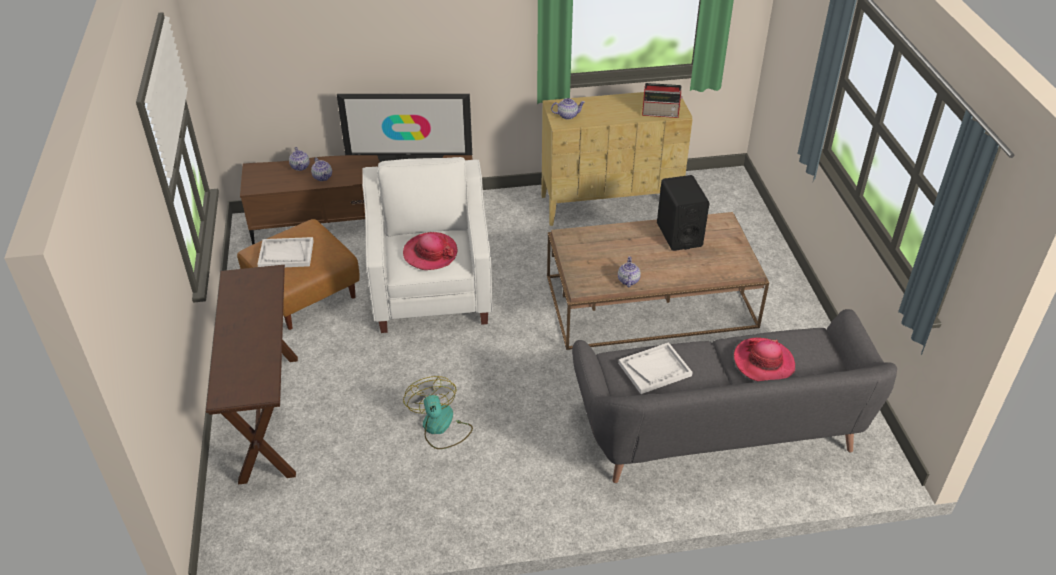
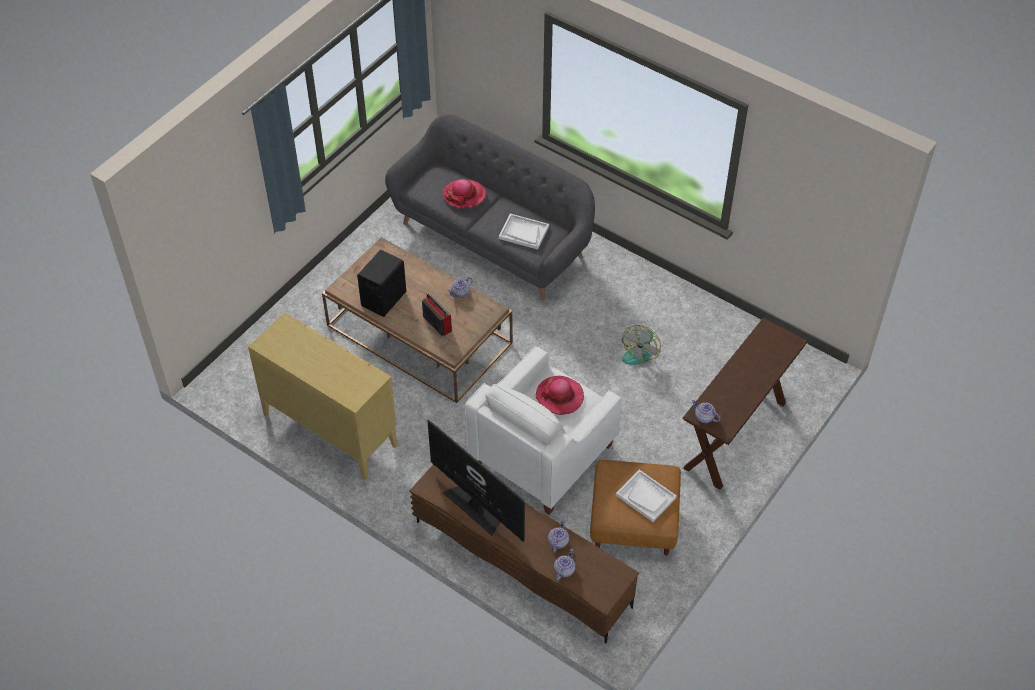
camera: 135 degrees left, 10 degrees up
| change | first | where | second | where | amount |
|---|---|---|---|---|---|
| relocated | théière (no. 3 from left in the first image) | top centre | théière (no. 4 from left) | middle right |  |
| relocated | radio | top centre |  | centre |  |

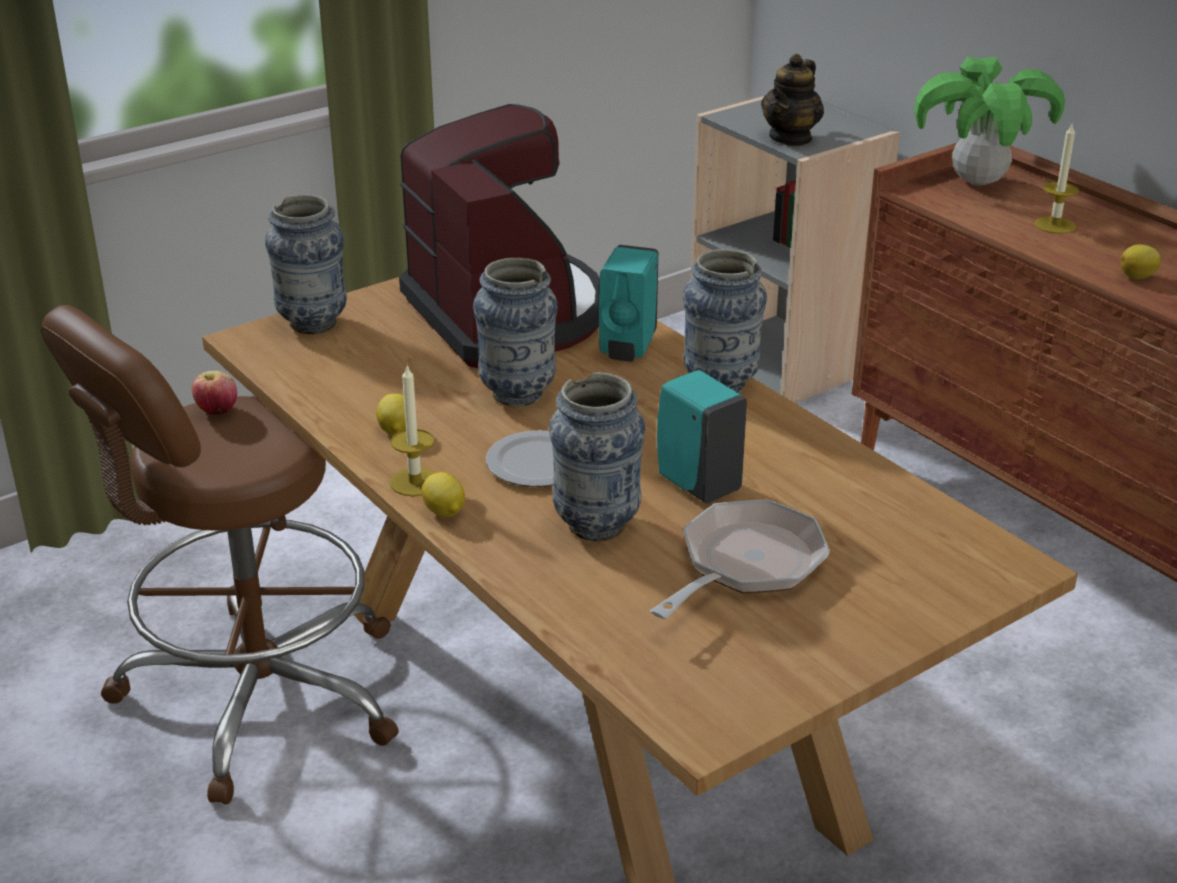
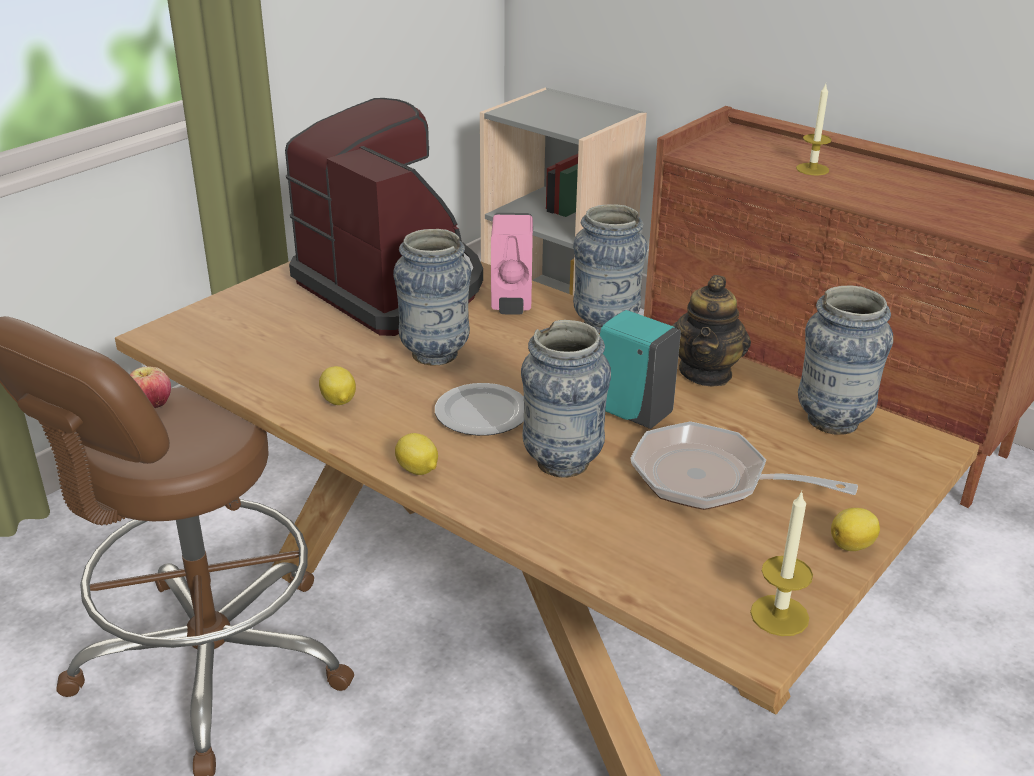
camera: 15 degrees left, 0 degrees up
| change | first | where | second | where | amount |
|---|---|---|---|---|---|
| missing | plante en pot | top right |  |  |  |
| relocated | vase (no. 1 from left in the first image) | top left | vase (no. 4 from left) | middle right |  |
| relocated | bougie (no. 1 from left) | centre |  | bottom right |  |
| relocated | théière | top right |  | middle right |  |
| relocated | citron (no. 3 from left) | top right |  | bottom right |  |
| colour | distributeur de savon [turquoise] (no. 1 from left) | centre | distributeur de savon [rose] | centre |  |
| spun | poêle | centre |  | middle right | 90 degrees counterclockwise |

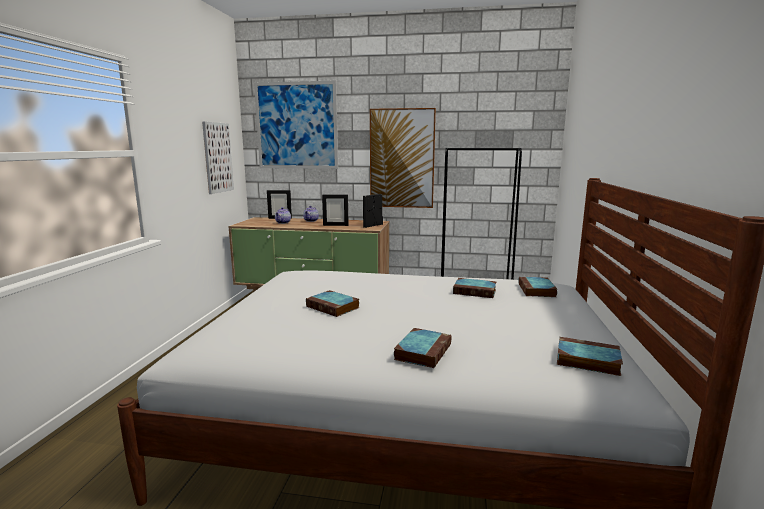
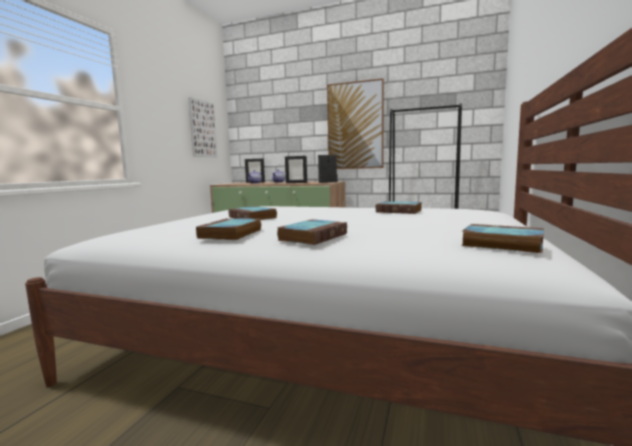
camera: 10 degrees right, 5 degrees down
| change | first | where | second | where | amount |
|---|---|---|---|---|---|
| missing | tableau (no. 2 from left) | top centre |  |  |  |
| relocated | livre (no. 4 from left in the first image) | middle right | livre (no. 1 from left) | centre |  |

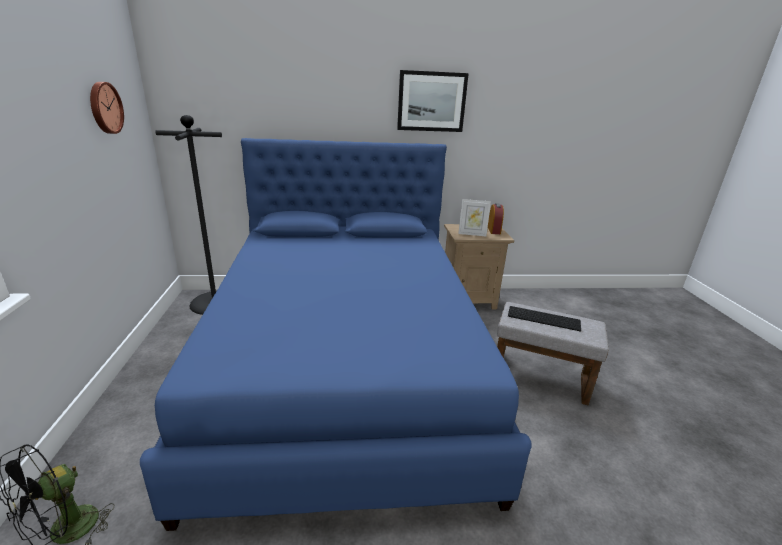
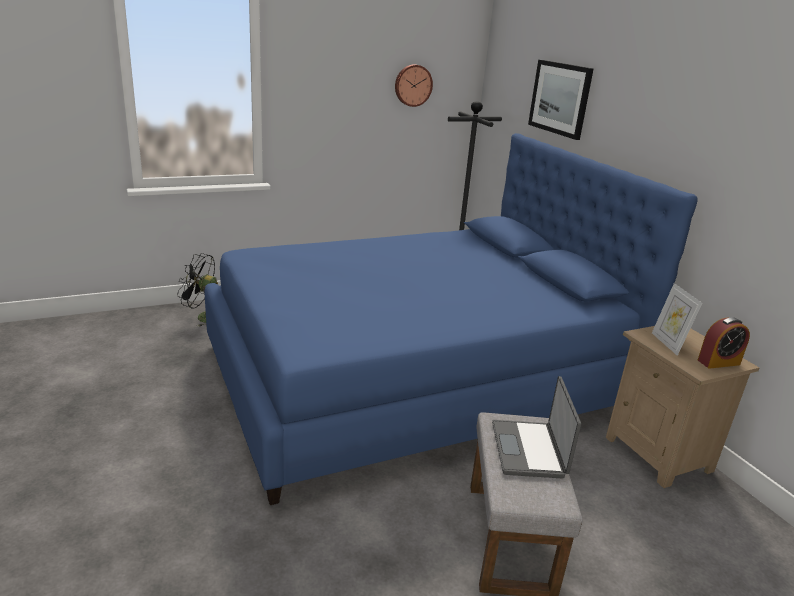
camera: 70 degrees right, 0 degrees up
| change | first | where | second | where | amount |
|---|---|---|---|---|---|
| relocated | tableau | top centre |  | top right |  |
| exchanged | clavier | middle right | ordinateur portable | bottom right |  |

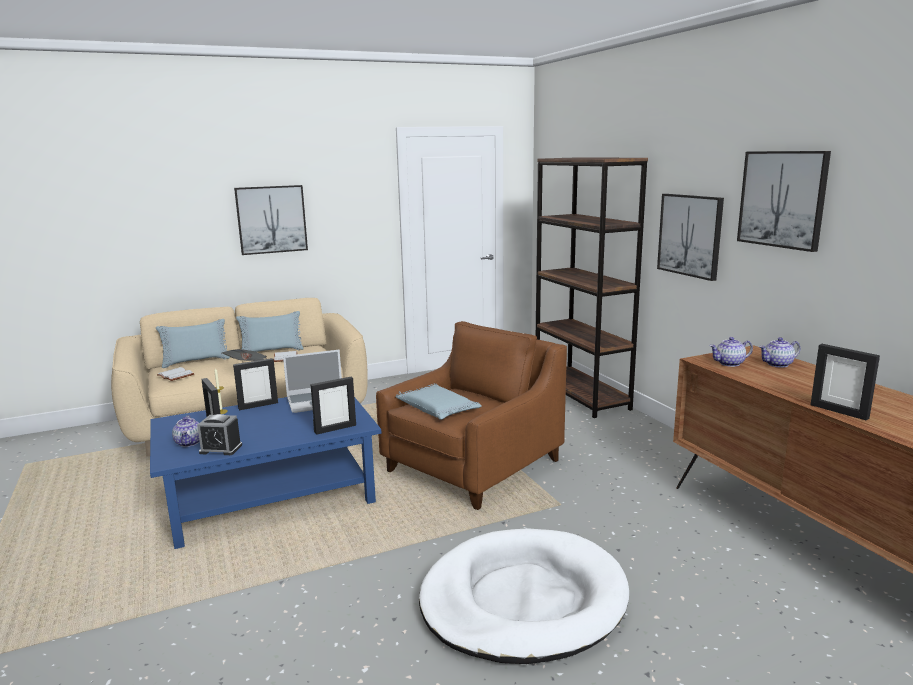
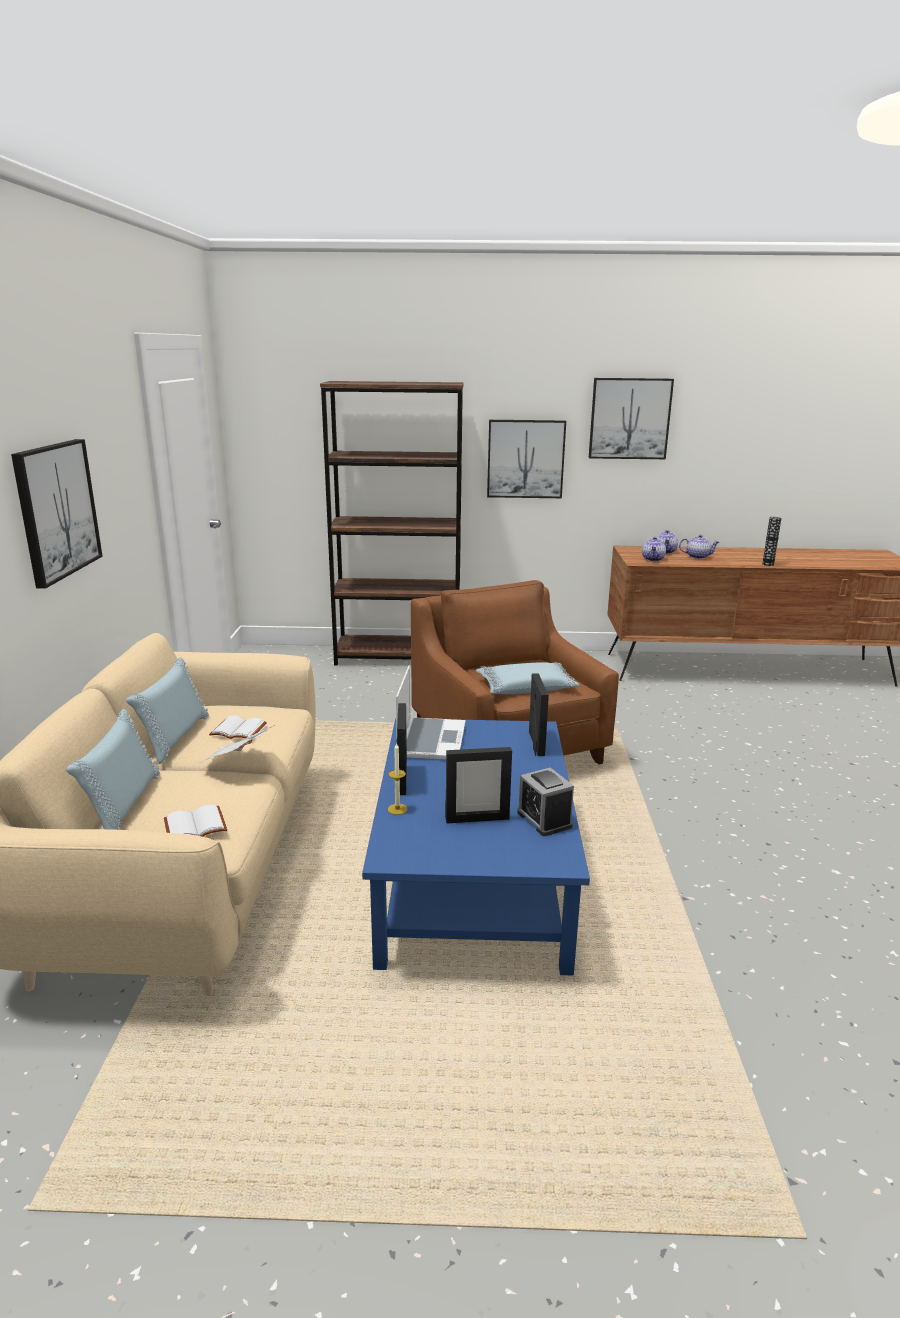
camera: 65 degrees left, 5 degrees up
| change | first | where | second | where | amount |
|---|---|---|---|---|---|
| missing | panier pour chien [blanc] | bottom centre |  |  |  |
| relocated | théière (no. 1 from left in the first image) | middle left | théière (no. 3 from left) | middle right |  |
| exchanged | cadre photo (no. 4 from left) | middle right | vase | middle right |  |
| spun | réveil | middle left |  | centre | 120 degrees clockwise |

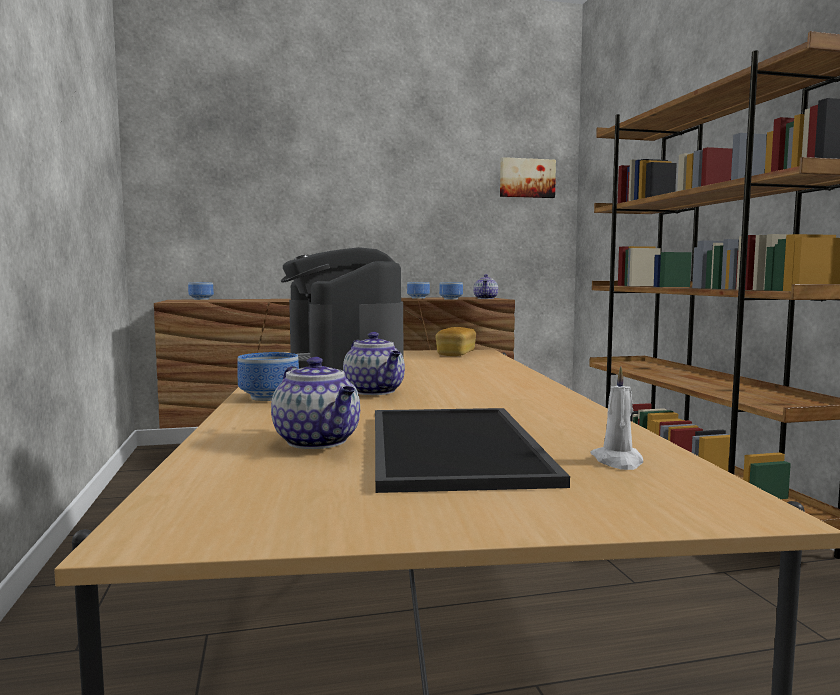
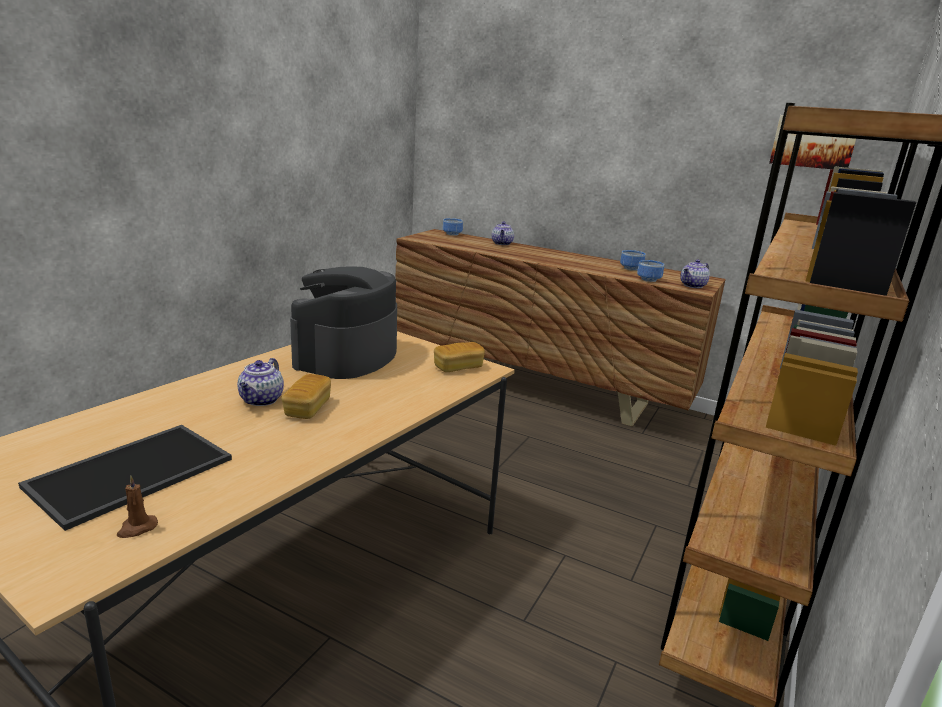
camera: 40 degrees right, 15 degrees up
| change | first | where | second | where | amount |
|---|---|---|---|---|---|
| missing | bol (no. 2 from left) | middle left |  |  |  |
| appeared |  |  | pain (no. 1 from left) | middle left |  |
| relocated | théière (no. 1 from left in the first image) | centre | théière (no. 2 from left) | top centre |  |
| colour | bougie [blanc] | middle right | bougie [marron] | bottom left |  |

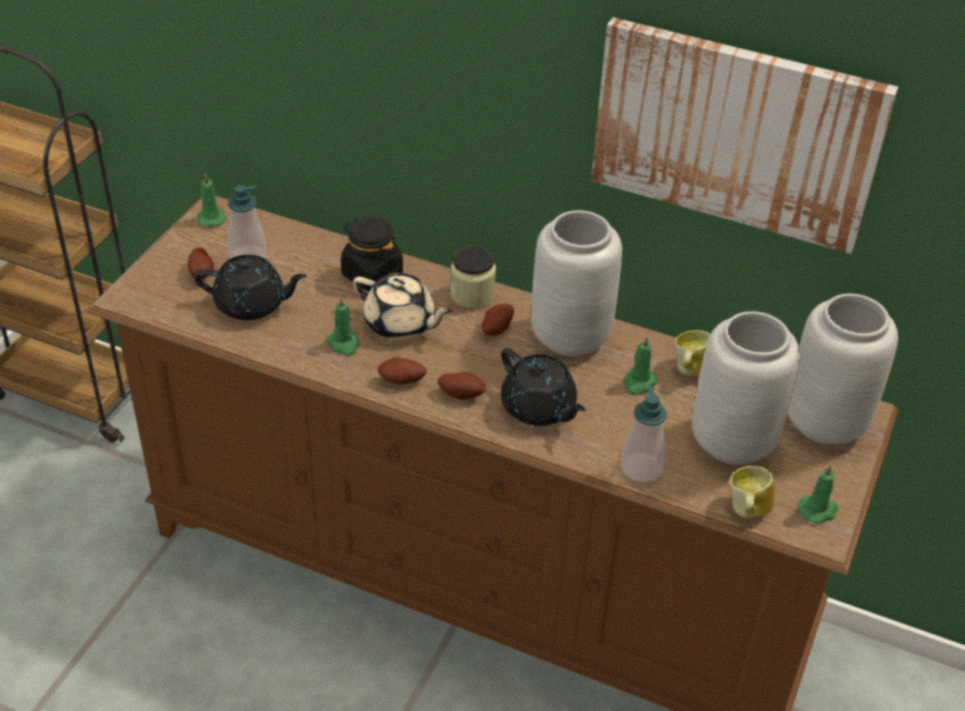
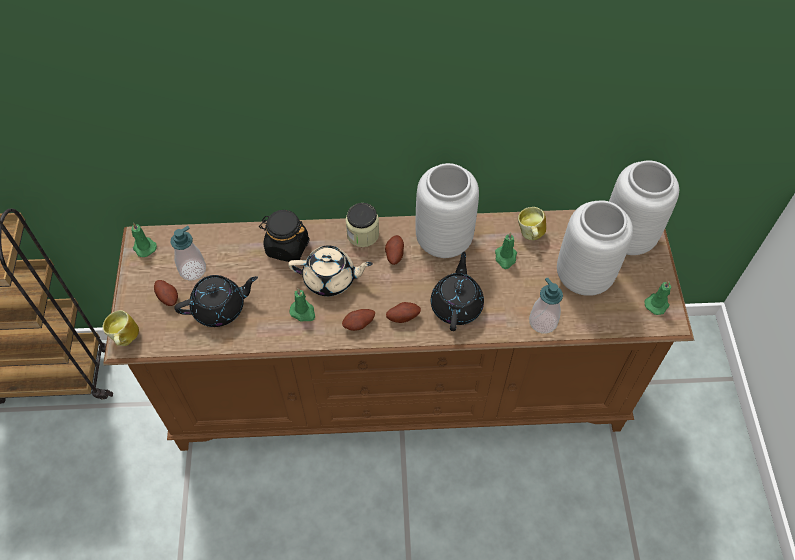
camera: 25 degrees left, 15 degrees up
| change | first | where | second | where | amount |
|---|---|---|---|---|---|
| missing | tableau | top right |  |  |  |
| relocated | mug (no. 2 from left in the first image) | bottom right | mug (no. 1 from left) | middle left |  |
| spun | théière [noir] (no. 2 from left) | centre |  | centre | 105 degrees counterclockwise |

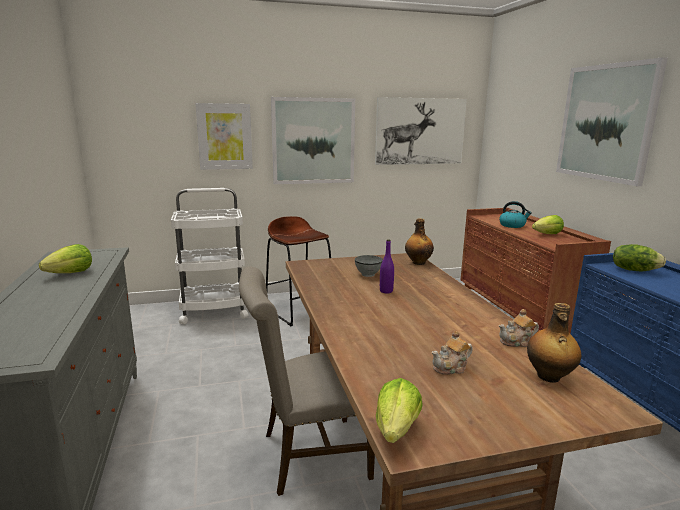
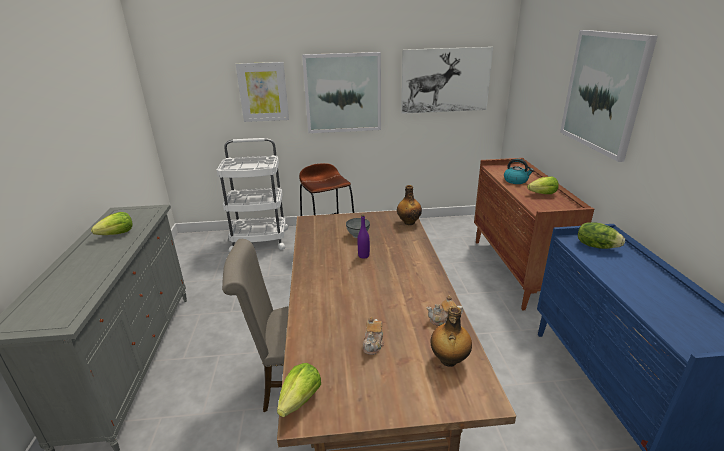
camera: 10 degrees right, 10 degrees up
| change | first | where | second | where | amount |
|---|---|---|---|---|---|
| spun | théière (no. 1 from left) | bottom centre |  | bottom centre | 60 degrees counterclockwise |

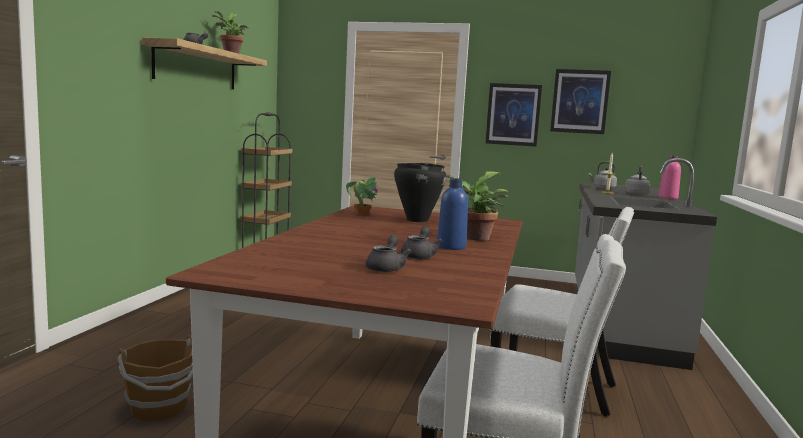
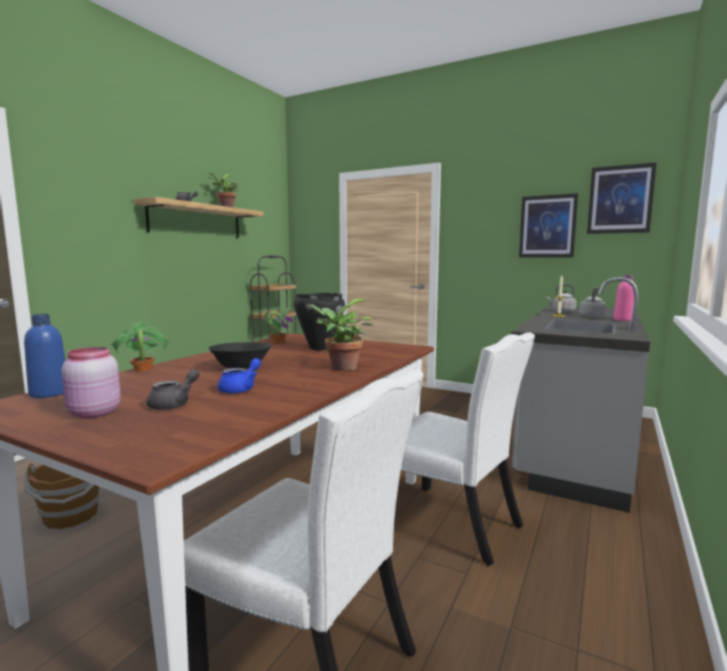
camera: 15 degrees right, 0 degrees up
| change | first | where | second | where | amount |
|---|---|---|---|---|---|
| appeared |  |  | bocal [rose] | middle left |  |
| appeared |  |  | plante en pot (no. 1 from left) | middle left |  |
| appeared |  |  | bol [noir] | middle left |  |
| relocated | bouteille [bleu] | centre |  | middle left |  |
| relocated | tableau (no. 1 from left in the first image) | top centre | tableau (no. 2 from left) | top right |  |
| colour | théière [gris] (no. 3 from left) | centre | théière [bleu] | middle left |  |

